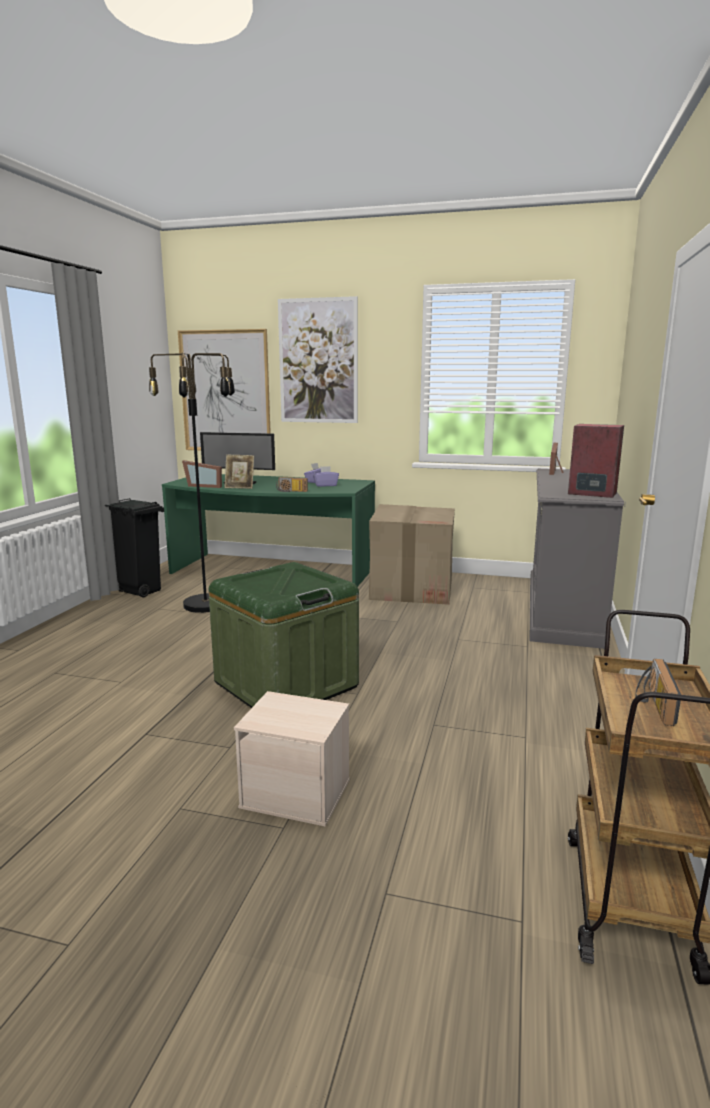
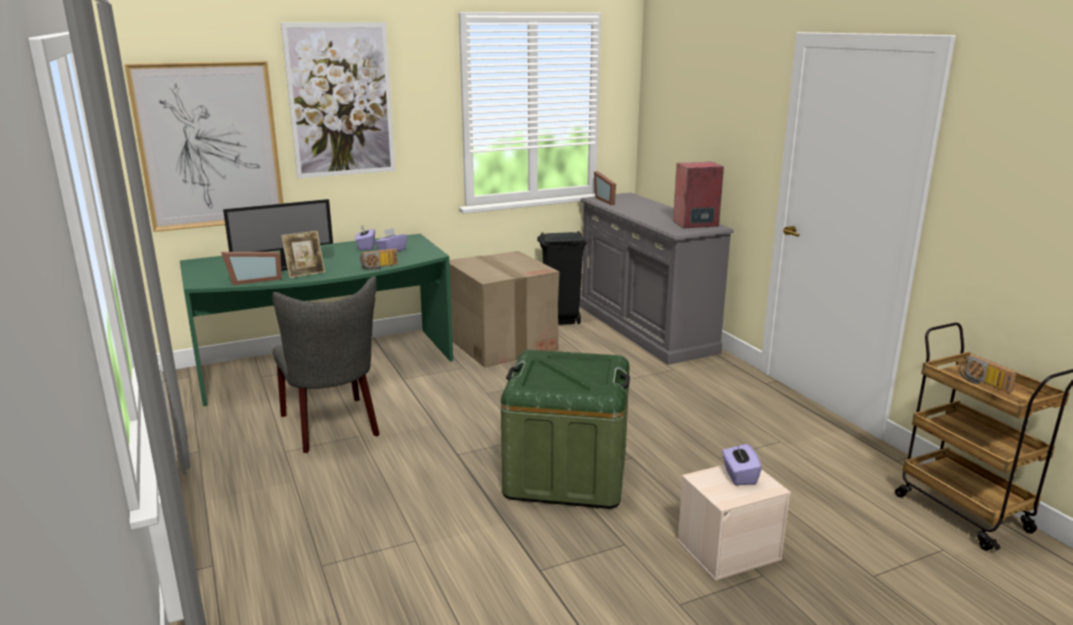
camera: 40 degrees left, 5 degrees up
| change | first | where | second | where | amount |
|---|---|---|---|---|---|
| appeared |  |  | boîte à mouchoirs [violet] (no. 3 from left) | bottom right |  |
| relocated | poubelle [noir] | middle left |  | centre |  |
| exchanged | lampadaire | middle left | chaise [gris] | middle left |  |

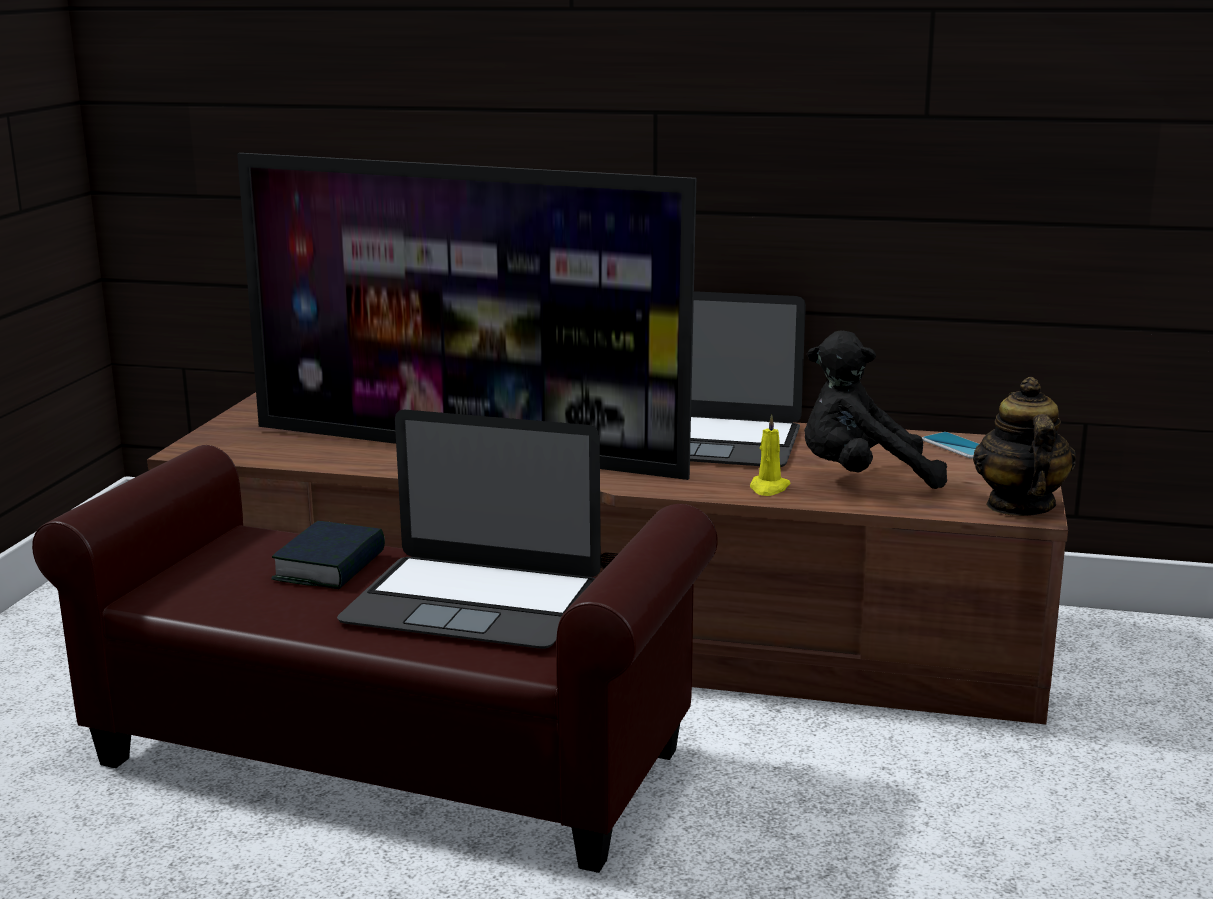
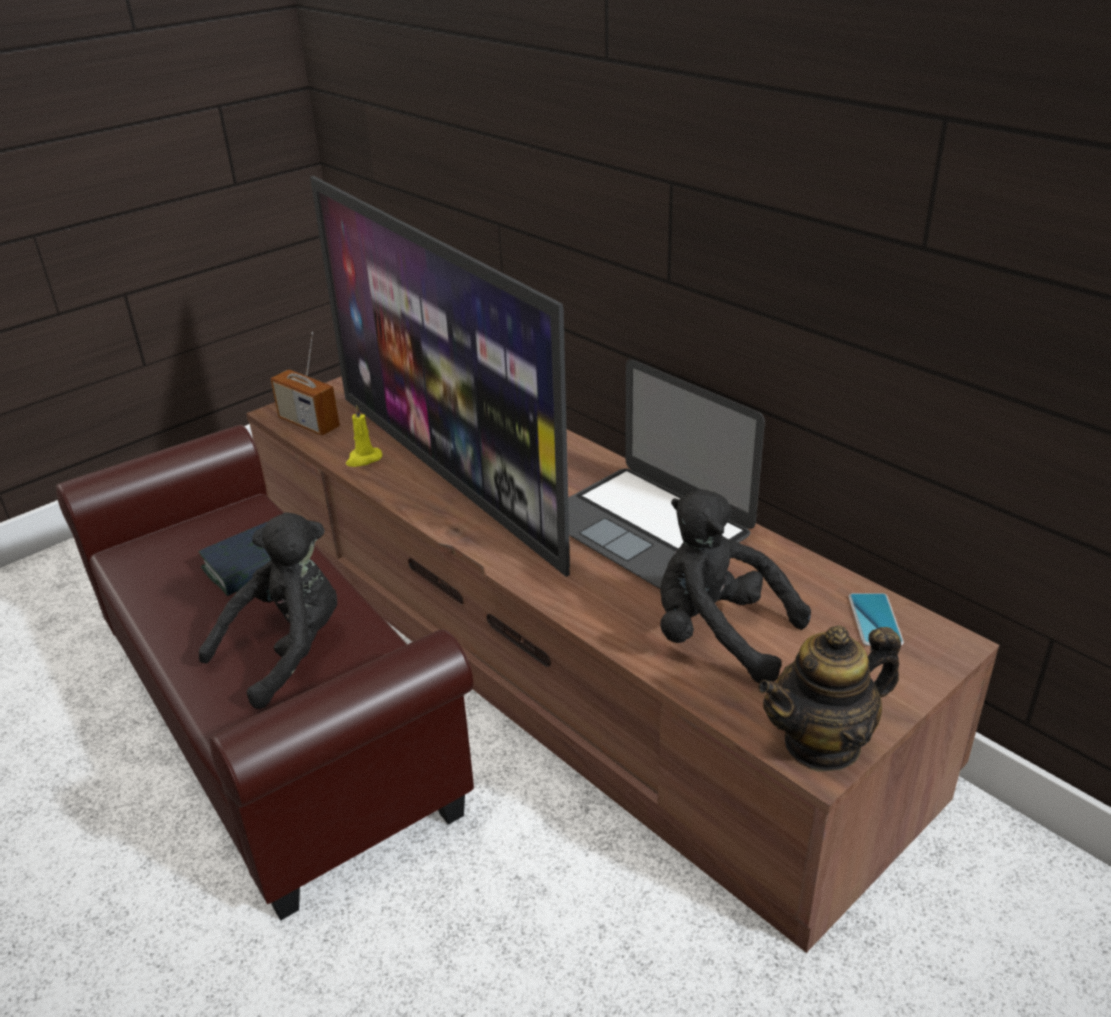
camera: 35 degrees right, 15 degrees up
| change | first | where | second | where | amount |
|---|---|---|---|---|---|
| appeared |  |  | radio | middle left |  |
| relocated | bougie [jaune] | centre |  | middle left |  |
| exchanged | ordinateur portable (no. 1 from left) | centre | peluche [noir] (no. 1 from left) | middle left |  |
| spun | théière | middle right |  | bottom right | 150 degrees counterclockwise |

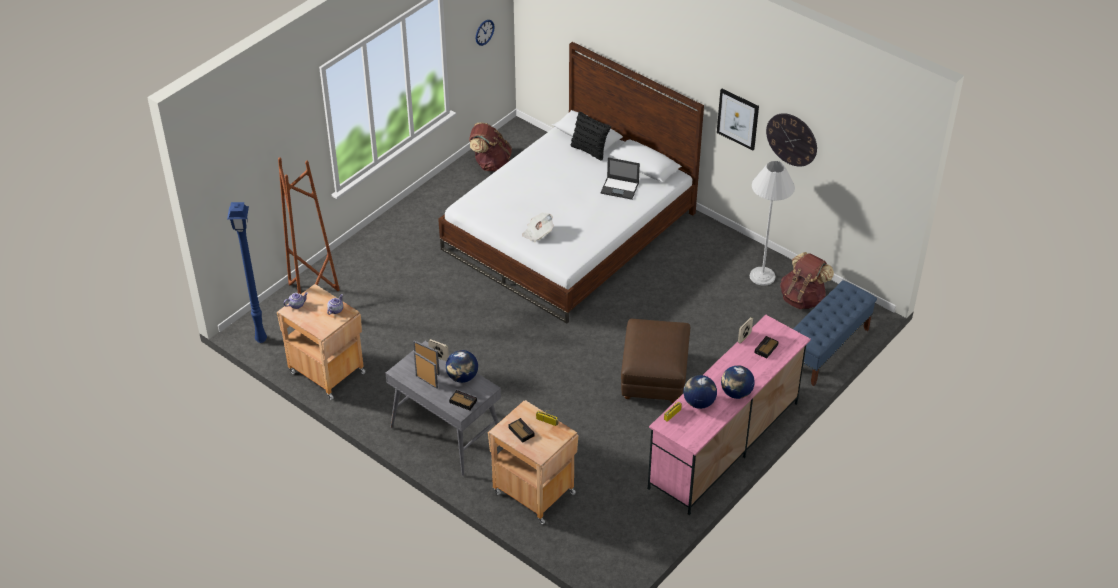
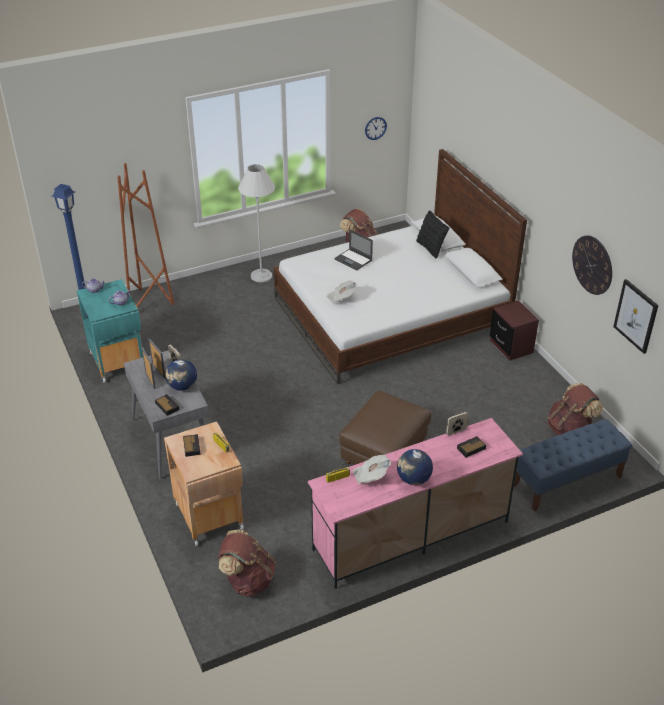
camera: 25 degrees right, 5 degrees down
| change | first | where | second | where | amount |
|---|---|---|---|---|---|
| appeared |  |  | sac à dos [marron] (no. 1 from left) | bottom centre |  |
| appeared |  |  | table de chevet [marron] | middle right |  |
| relocated | ordinateur portable | top centre |  | centre |  |
| relocated | tableau | top centre |  | middle right |  |
| relocated | lampadaire [blanc] | middle right |  | top centre |  |
| exchanged | globe (no. 2 from left) | bottom centre | journal (no. 2 from left) | centre |  |
| colour | chariot [marron] (no. 1 from left) | middle left | chariot [turquoise] | middle left |  |

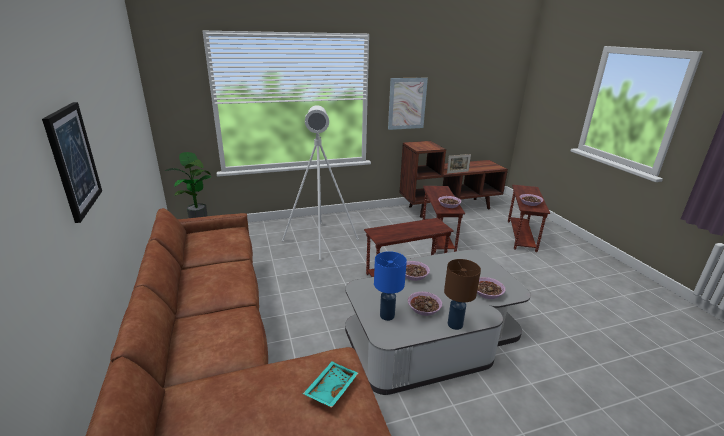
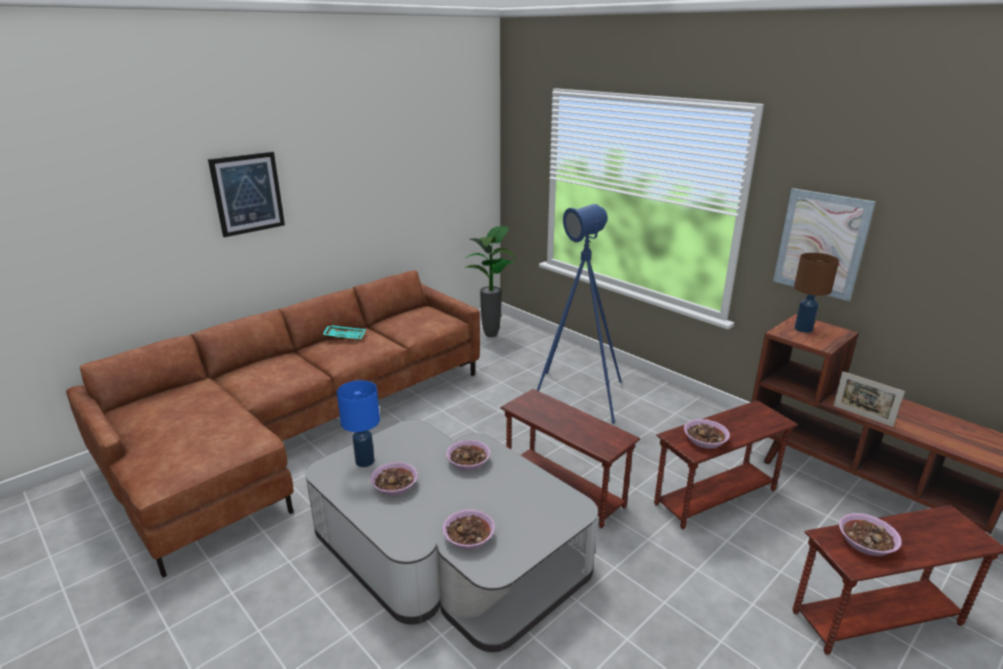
camera: 65 degrees right, 0 degrees up
| change | first | where | second | where | amount |
|---|---|---|---|---|---|
| relocated | plateau [turquoise] | bottom centre |  | centre |  |
| relocated | lampe de table [marron] | bottom centre |  | middle right |  |
| colour | lampadaire [blanc] | centre | lampadaire [bleu] | centre |  |

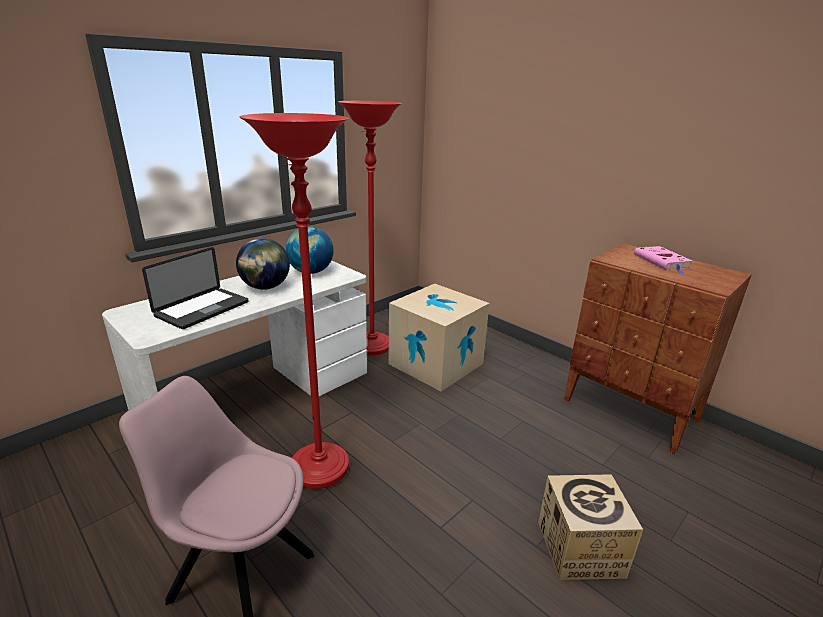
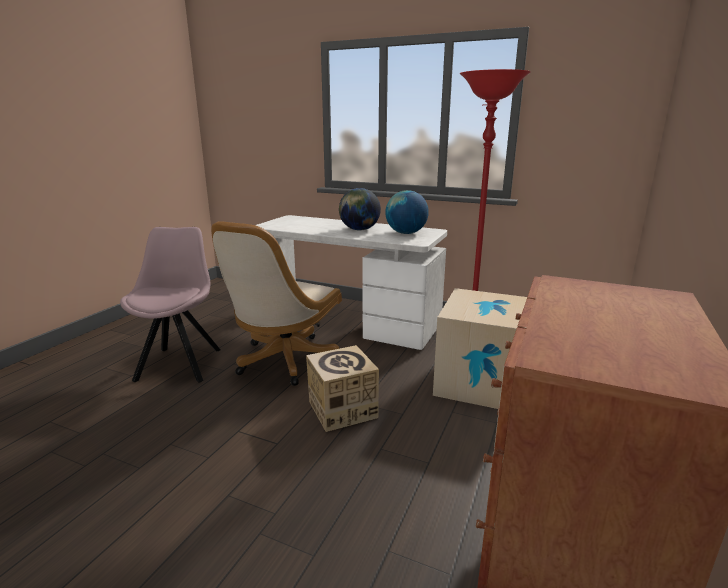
camera: 70 degrees right, 5 degrees down
| change | first | where | second | where | amount |
|---|---|---|---|---|---|
| missing | ordinateur portable | middle left |  |  |  |
| missing | livre [rose] | middle right |  |  |  |
| relocated | carton (no. 2 from left in the first image) | bottom right | carton (no. 1 from left) | centre |  |
| exchanged | lampadaire [rouge] (no. 1 from left) | centre | chaise de bureau | centre |  |

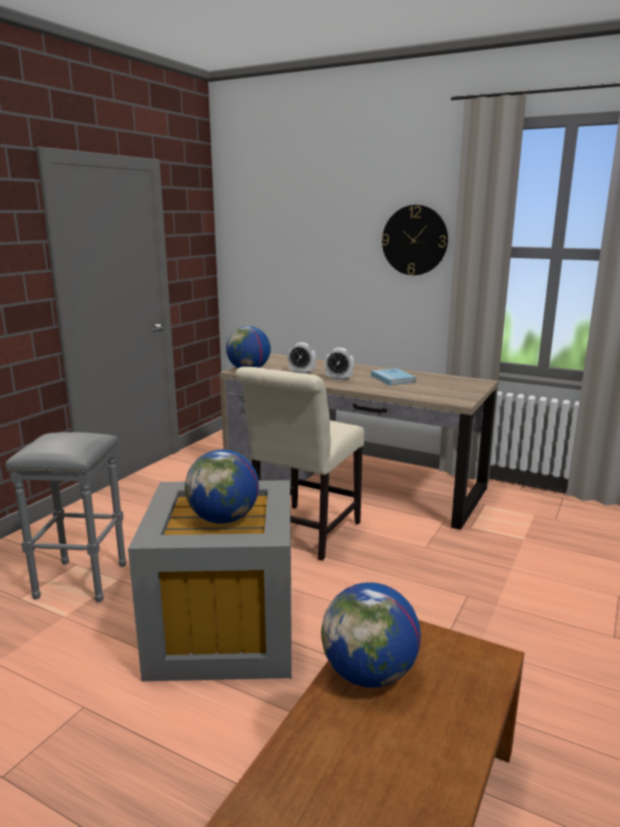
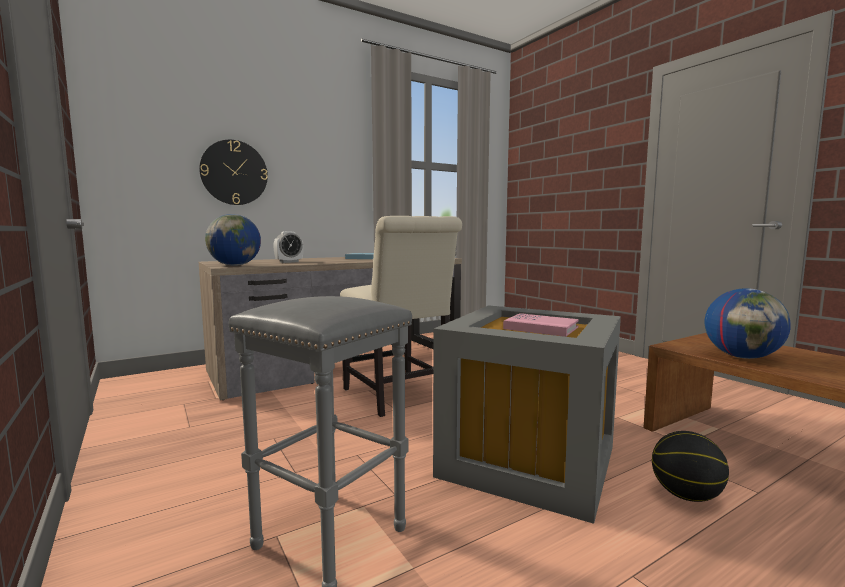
camera: 60 degrees left, 10 degrees down
| change | first | where | second | where | amount |
|---|---|---|---|---|---|
| missing | réveil (no. 2 from left) | centre |  |  |  |
| appeared |  |  | ballon de basket | bottom right |  |
| relocated | horloge murale | top right |  | top left |  |
| exchanged | globe (no. 1 from left) | centre | livre [rose] | centre |  |

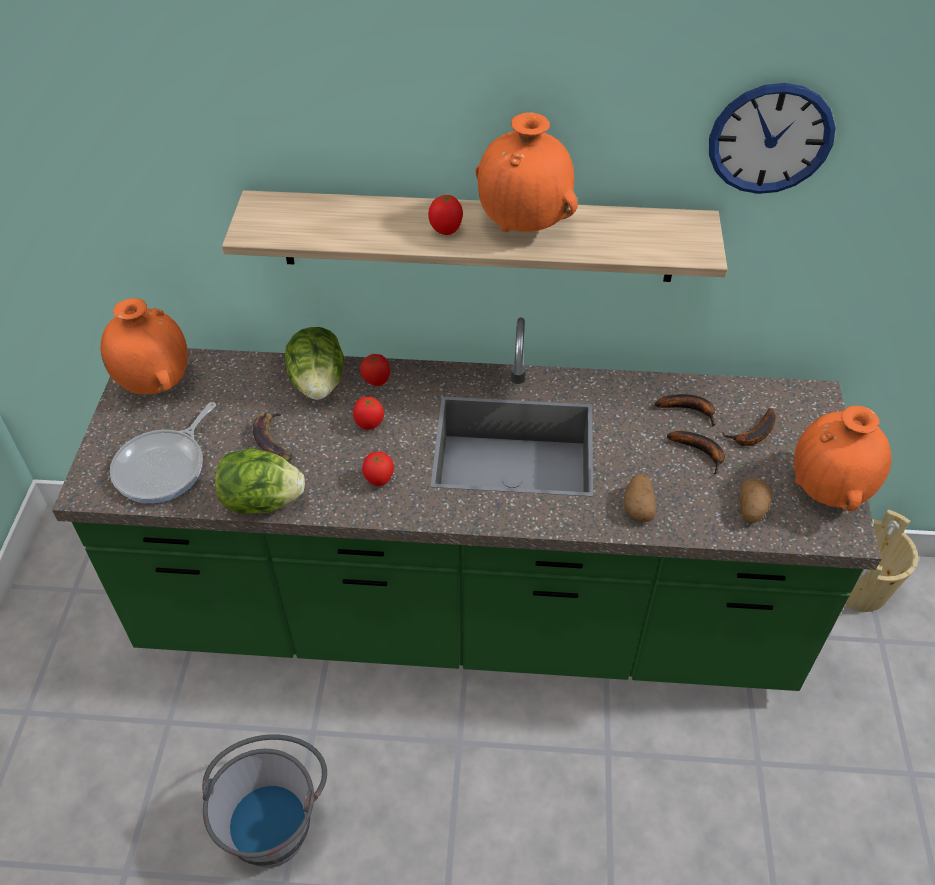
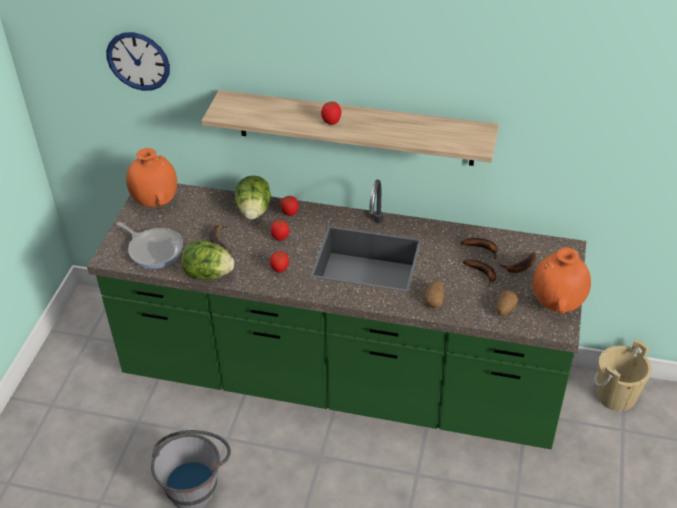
camera: 10 degrees right, 5 degrees down
| change | first | where | second | where | amount |
|---|---|---|---|---|---|
| missing | vase [orange] (no. 2 from left) | top centre |  |  |  |
| relocated | horloge murale | top right |  | top left |  |
| spun | poêle | middle left |  | middle left | 90 degrees counterclockwise |

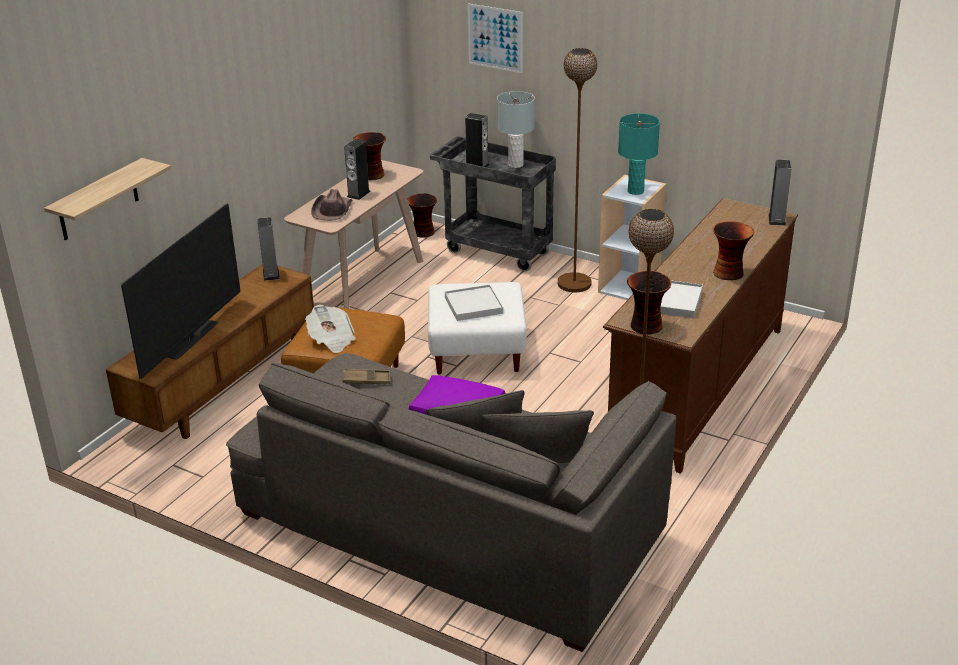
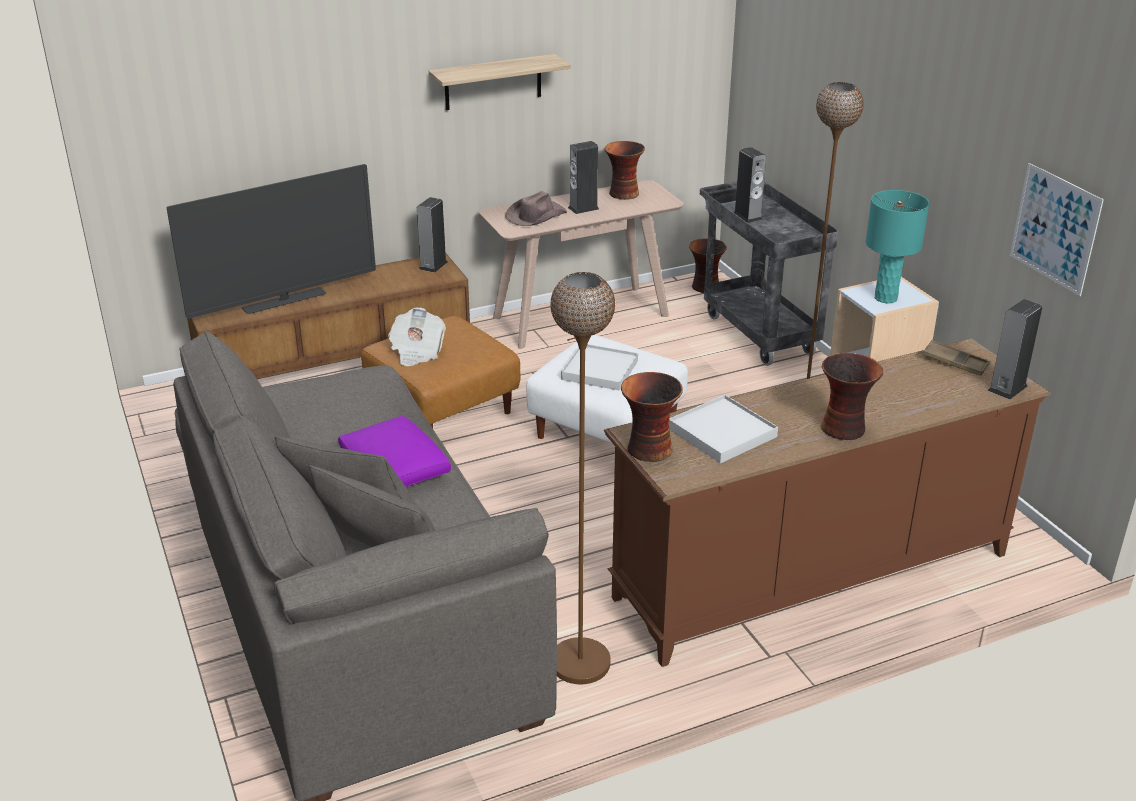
camera: 35 degrees right, 0 degrees up
| change | first | where | second | where | amount |
|---|---|---|---|---|---|
| missing | lampe de table [gris] | top centre |  |  |  |
| relocated | étagère | top left |  | top centre |  |
| relocated | plateau [marron] | centre |  | middle right |  |
| relocated | tableau | top centre |  | top right |  |

